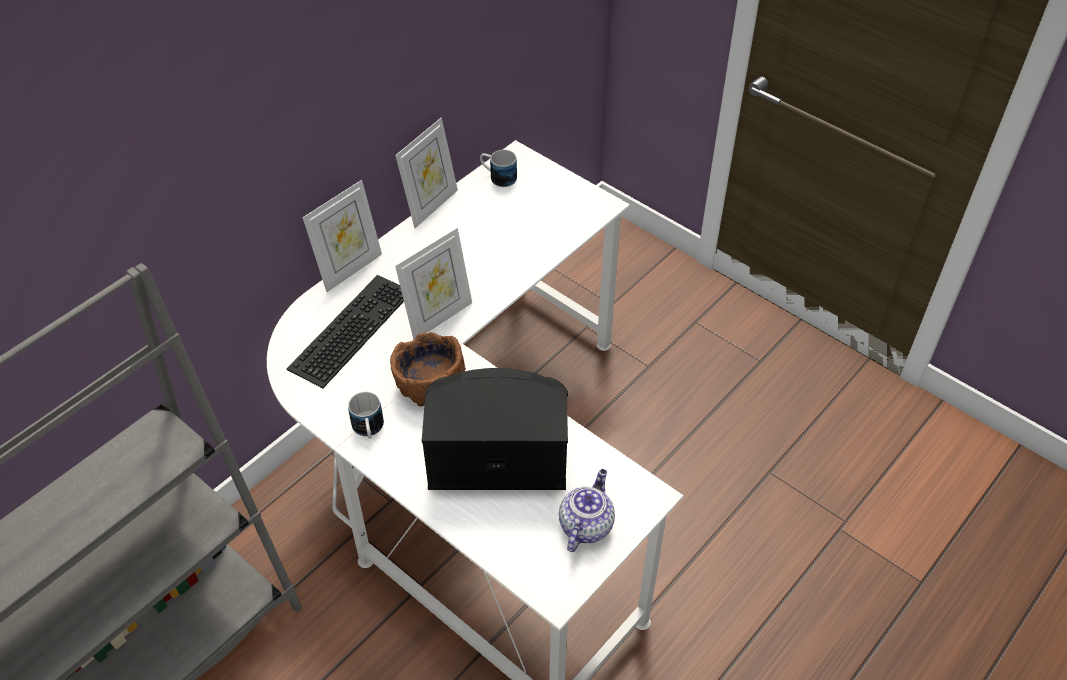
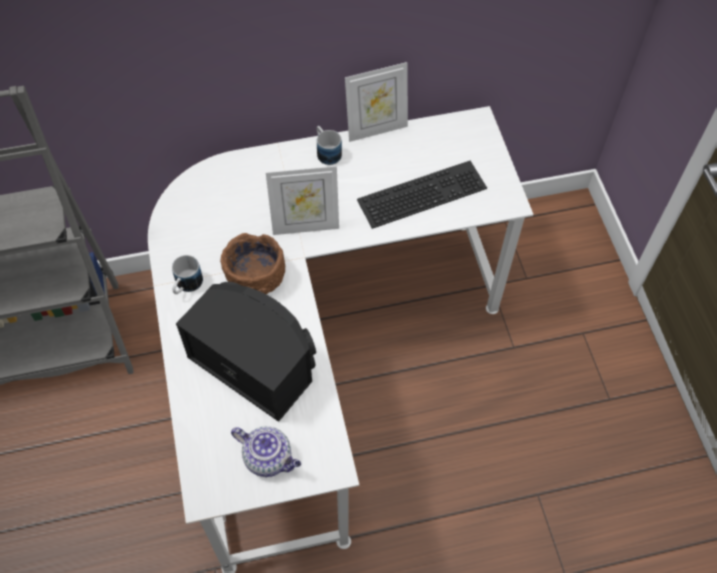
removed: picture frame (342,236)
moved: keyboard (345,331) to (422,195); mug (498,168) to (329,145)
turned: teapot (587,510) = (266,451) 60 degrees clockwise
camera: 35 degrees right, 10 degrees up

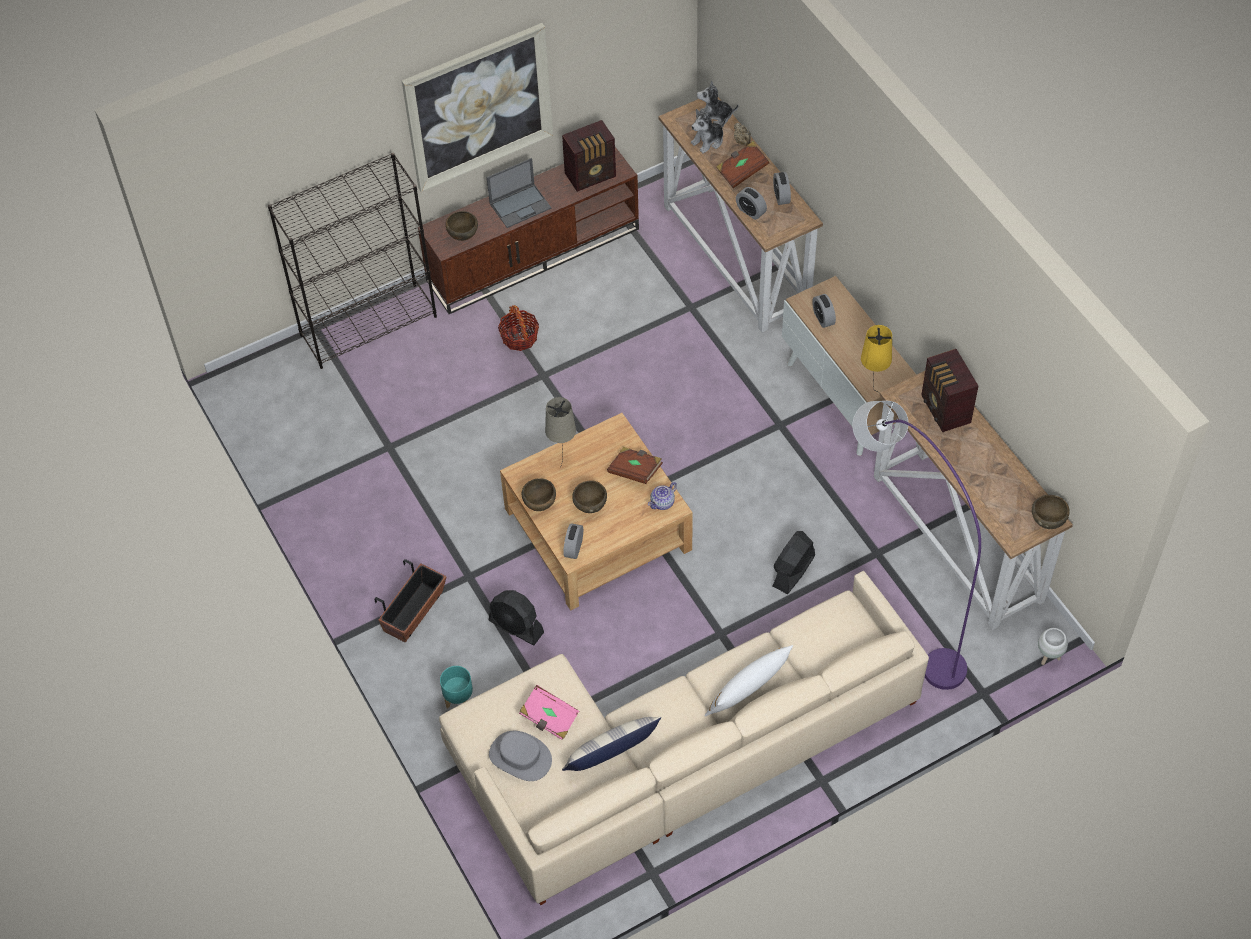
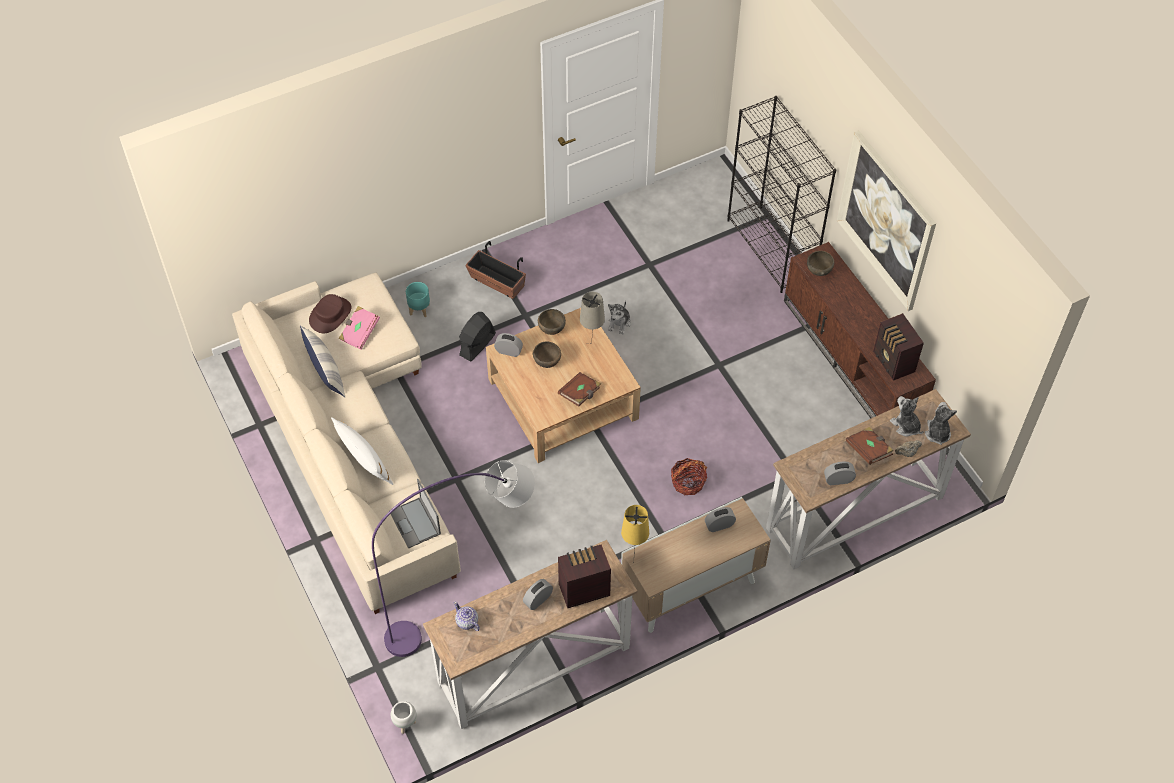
removed: black fan (793,562); brown bowl (1051,512)
added: plush toy (619,317)
moved: laptop (519,193) to (416,514); basket (518,328) to (689,476); teapot (662,496) to (467,616); alarm clock (751,203) to (538,594)
recoloured: grey hat (520,756) to brown hat (330,313)
camera: 90 degrees right, 0 degrees up

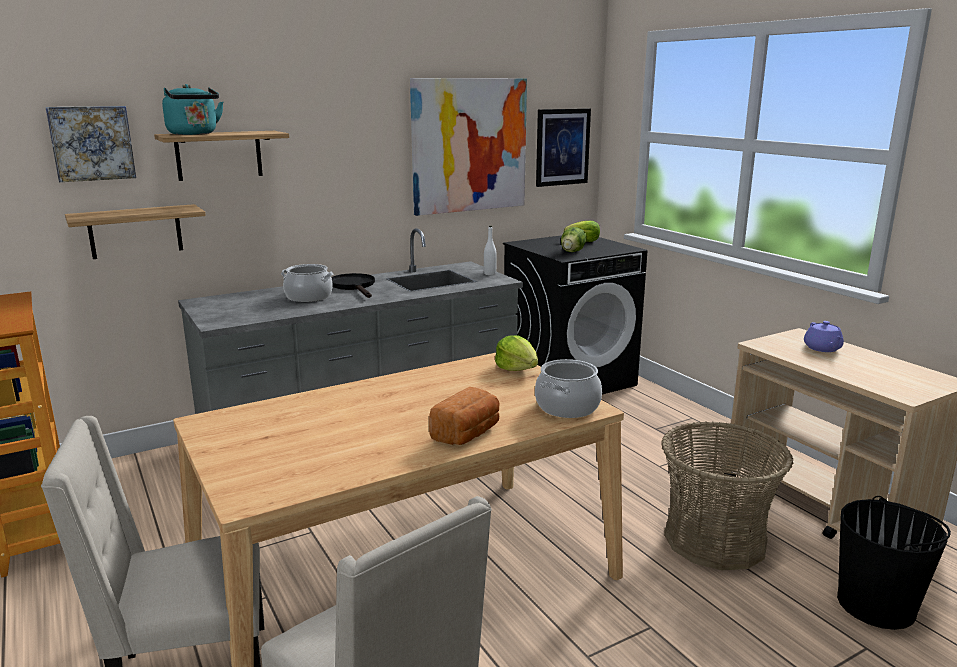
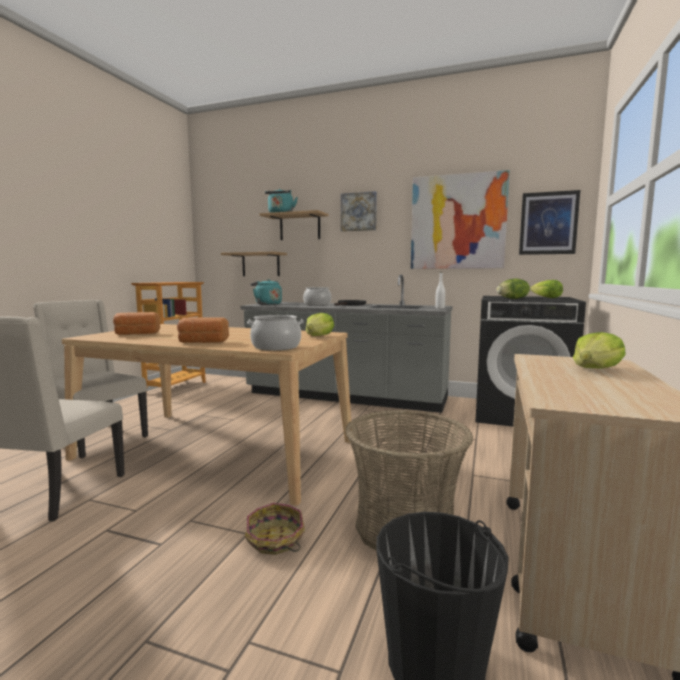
added: bread (136,323); basket (275,529); turquoise kettle (266,292)
moved: picture (91,144) to (359,211)
replaced: purple teapot (824,336) to lettuce (599,350)
camera: 50 degrees right, 10 degrees down

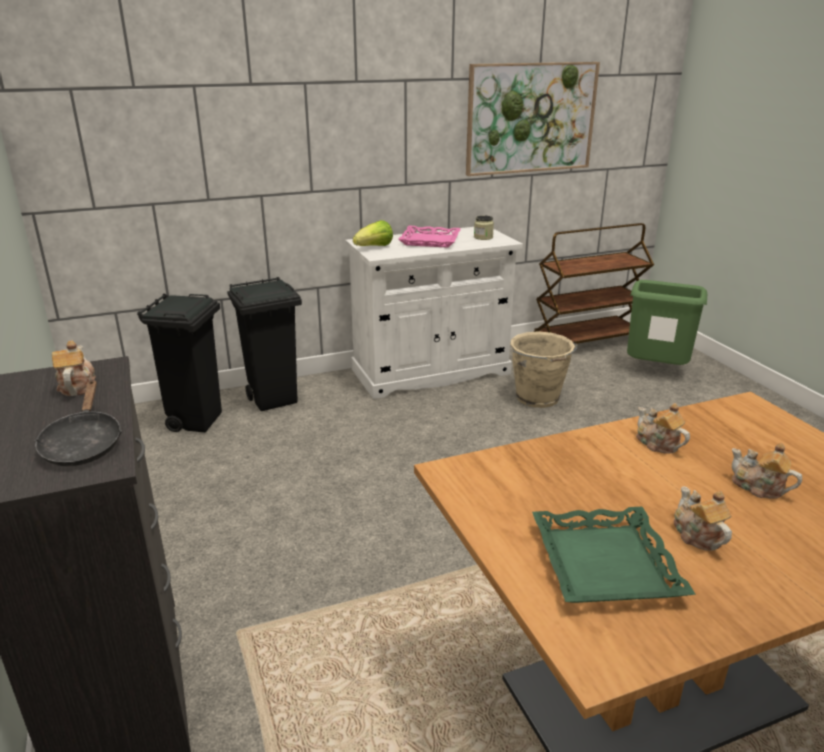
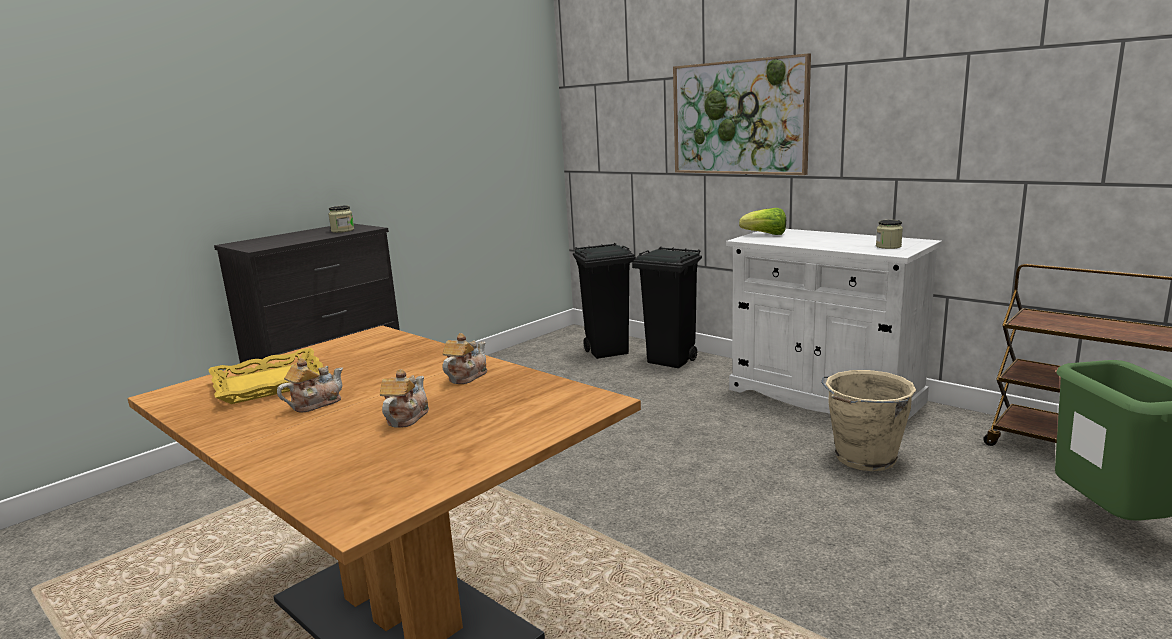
removed: black frying pan (78,423); pink tray (429,237)
moved: picture (533,119) to (742,114)
replaced: teapot (74,368) to jar (341,219)
recoloured: green tray (614,555) to yellow tray (269,376)
camera: 65 degrees right, 10 degrees down

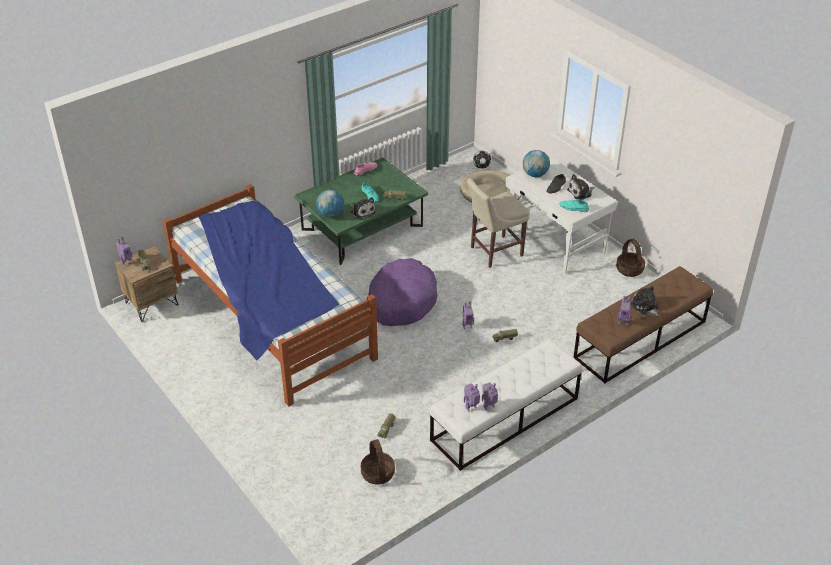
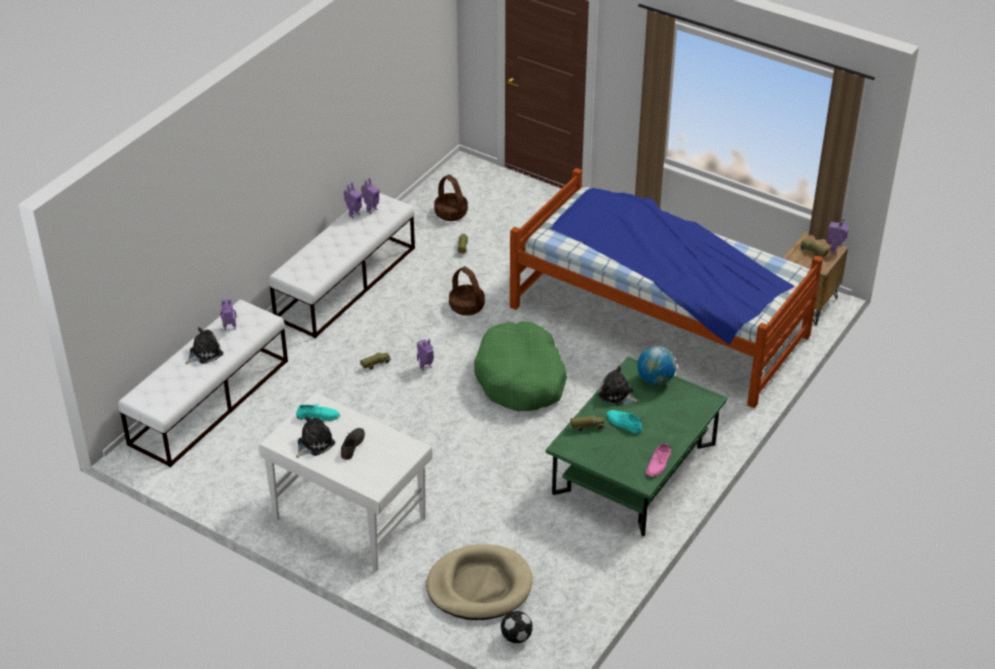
removed: beige chair (498,223); globe (536,163)
moved: basket (630,257) to (467,291)
recoloured: purple dog bed (403,292) to green dog bed (521,366); brown bench (643,324) to white bench (203,383)
turned: plush toy (645,301) = (204,346) 75 degrees counterclockwise
camera: 160 degrees right, 0 degrees up

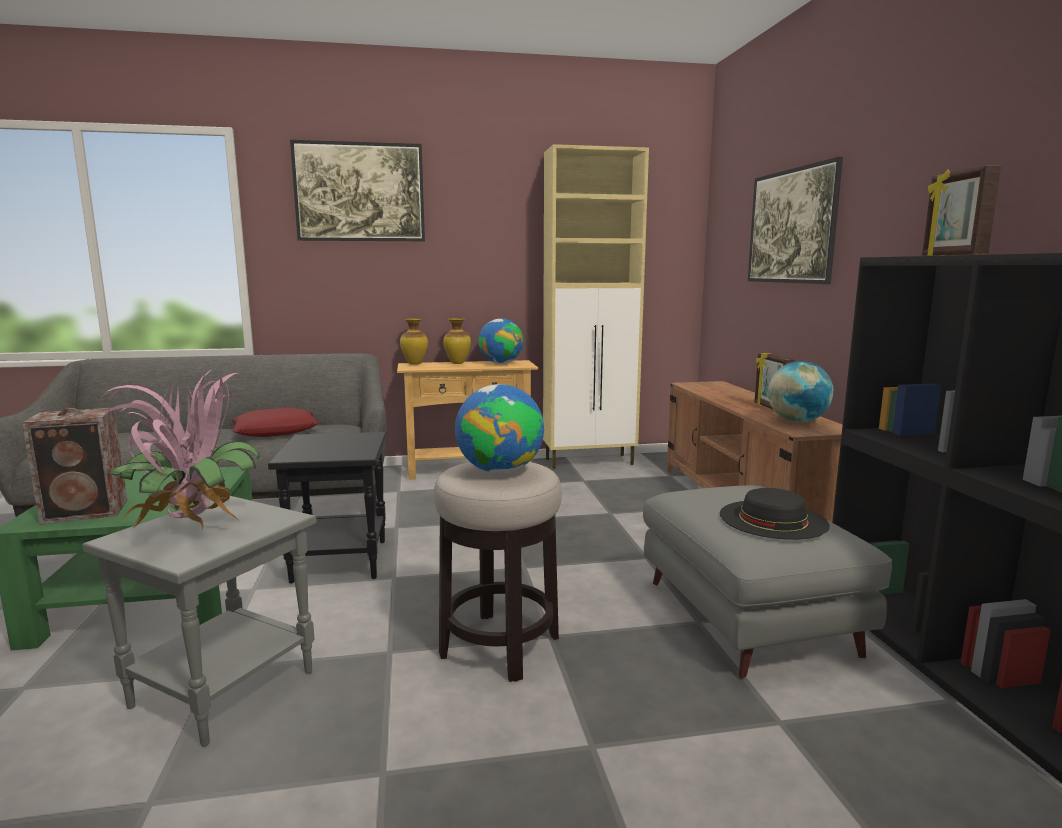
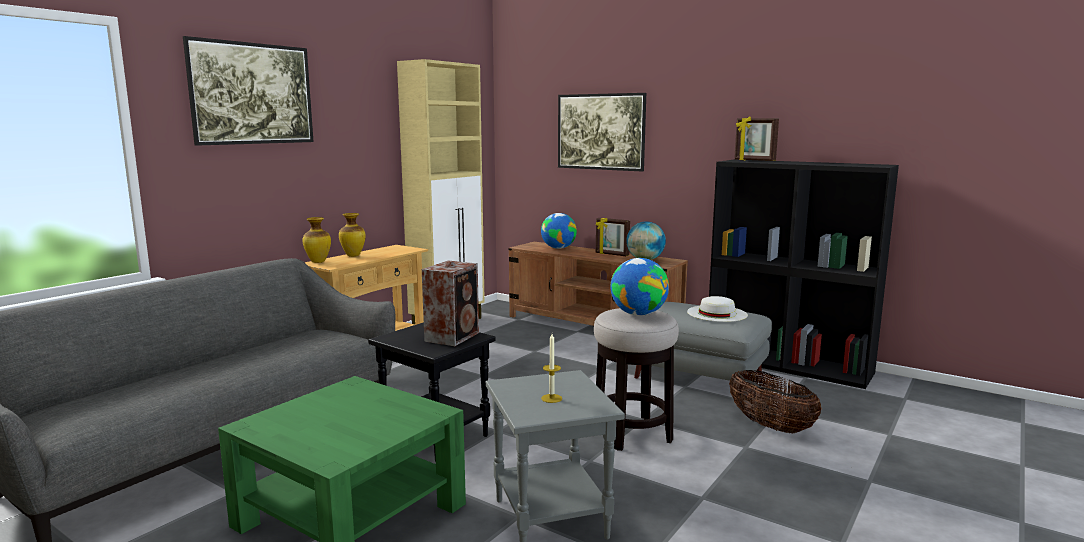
removed: red pillow (275,422)
added: basket (775,401)
moved: speaker (74,466) to (450,303); globe (501,341) to (559,231)
replaced: potted plant (180,448) to candle (551,368)
recoloured: black hat (775,514) to white hat (717,309)
camera: 45 degrees left, 0 degrees up

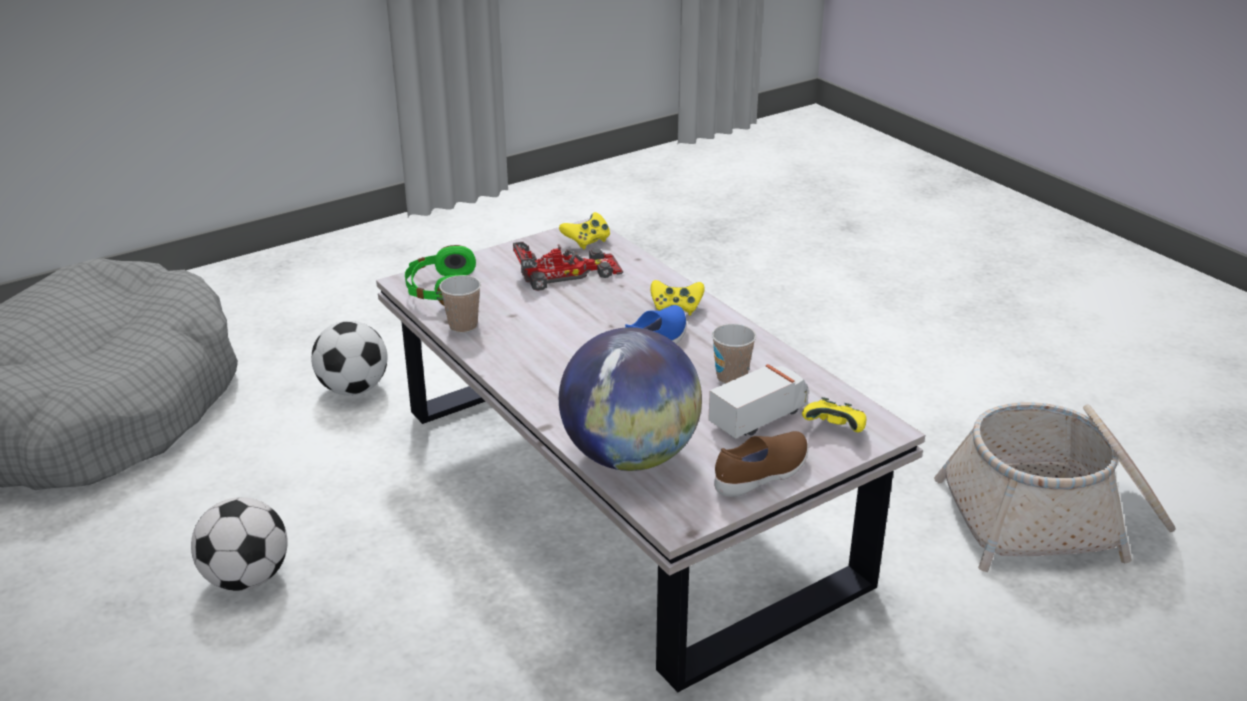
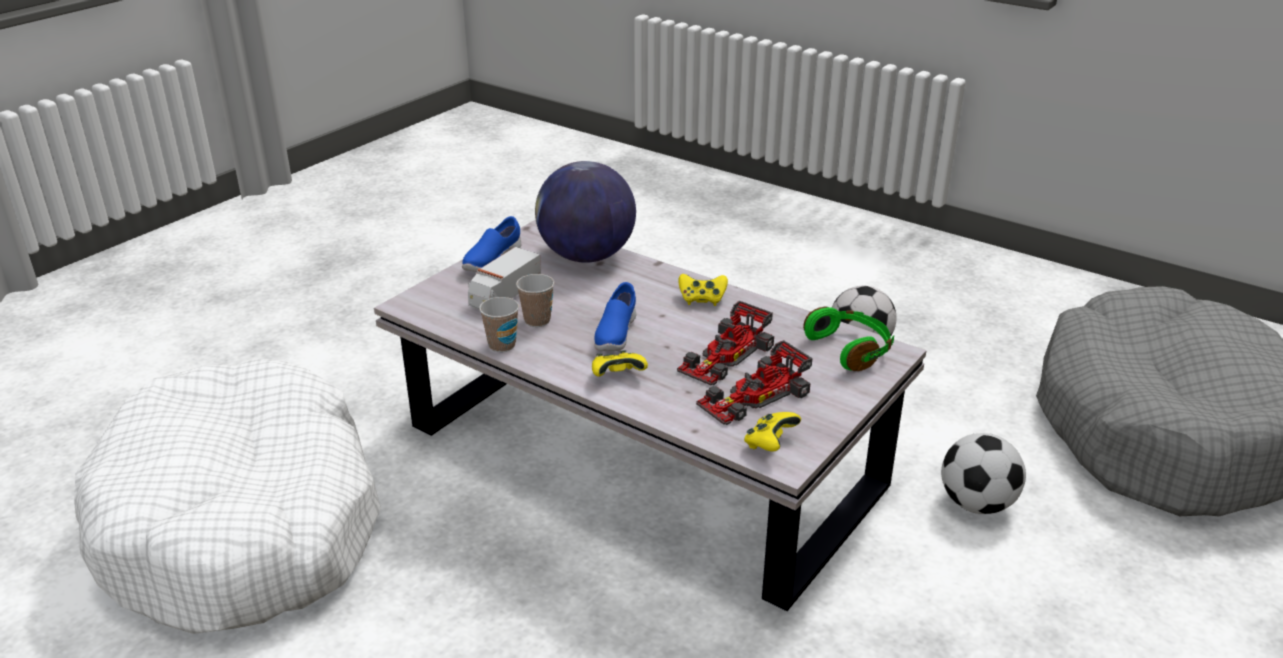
added: toy car (725,343)
moved: cup (460,304) to (499,324); yellow game controller (834,415) to (703,290)
replaced: basket (1055,487) to white dog bed (227,496)
recoloured: brown shoe (761,464) to blue shoe (491,244)
camera: 160 degrees right, 0 degrees up

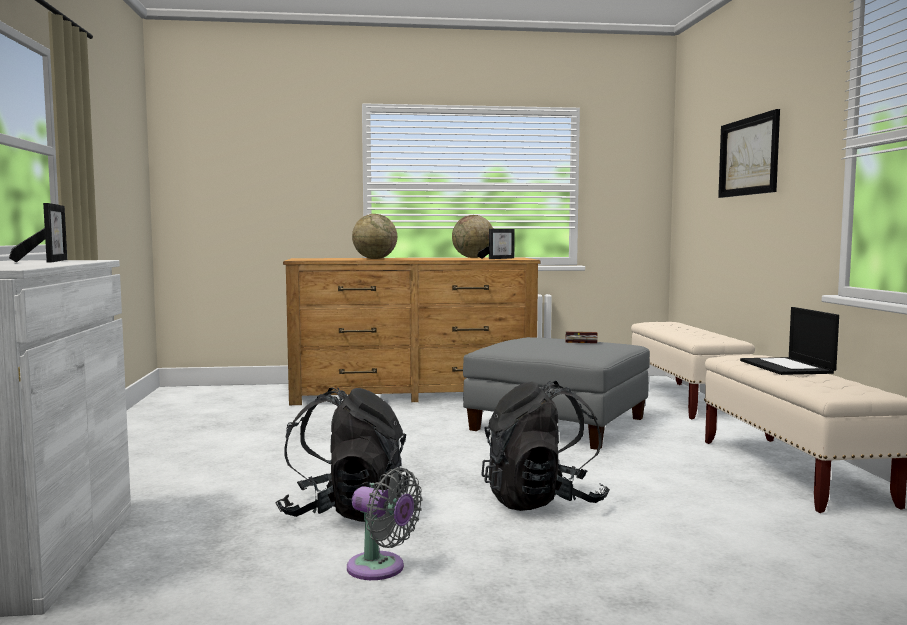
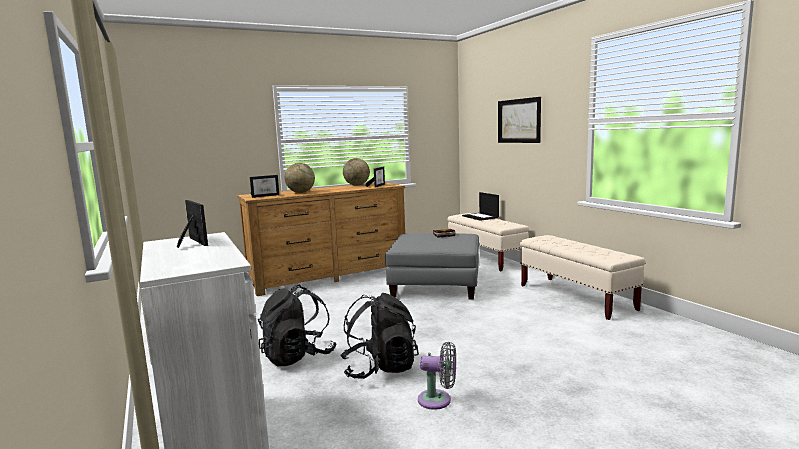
added: picture frame (264,186)
moved: black backpack (545,446) to (297,326); laptop (789,341) to (480,206)
camera: 20 degrees left, 5 degrees up

